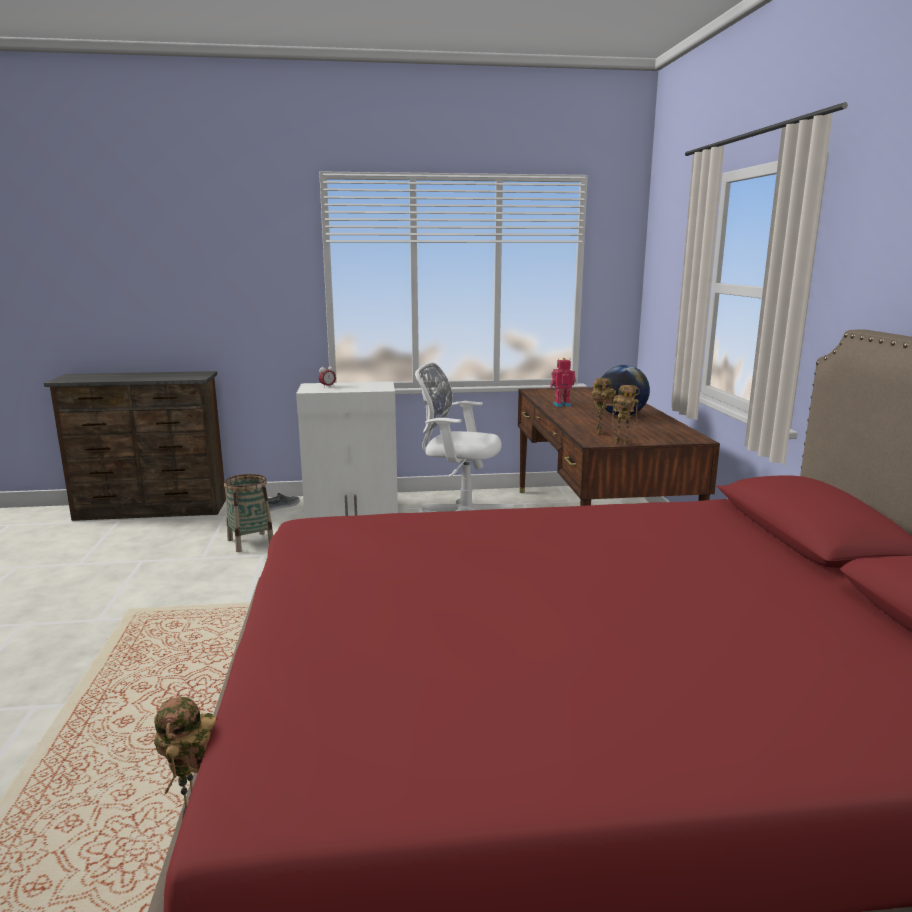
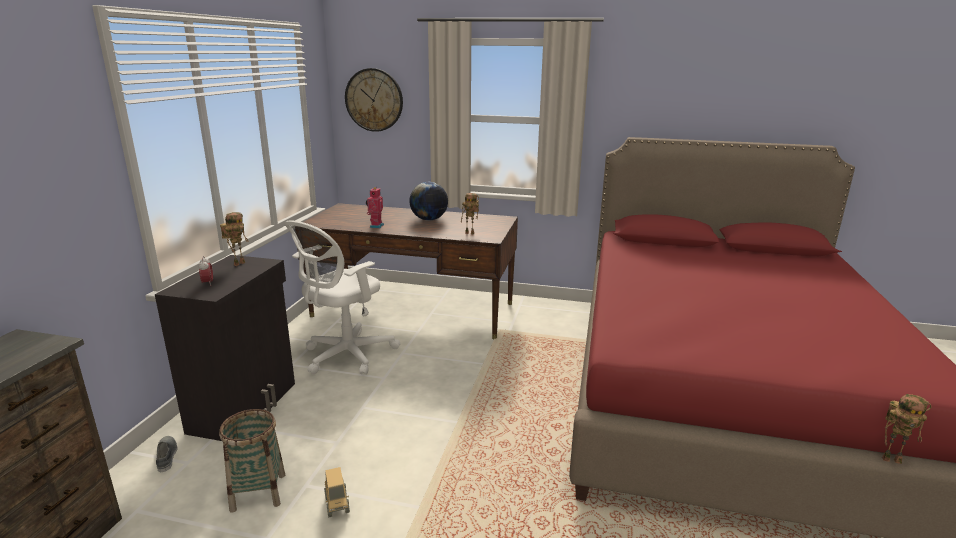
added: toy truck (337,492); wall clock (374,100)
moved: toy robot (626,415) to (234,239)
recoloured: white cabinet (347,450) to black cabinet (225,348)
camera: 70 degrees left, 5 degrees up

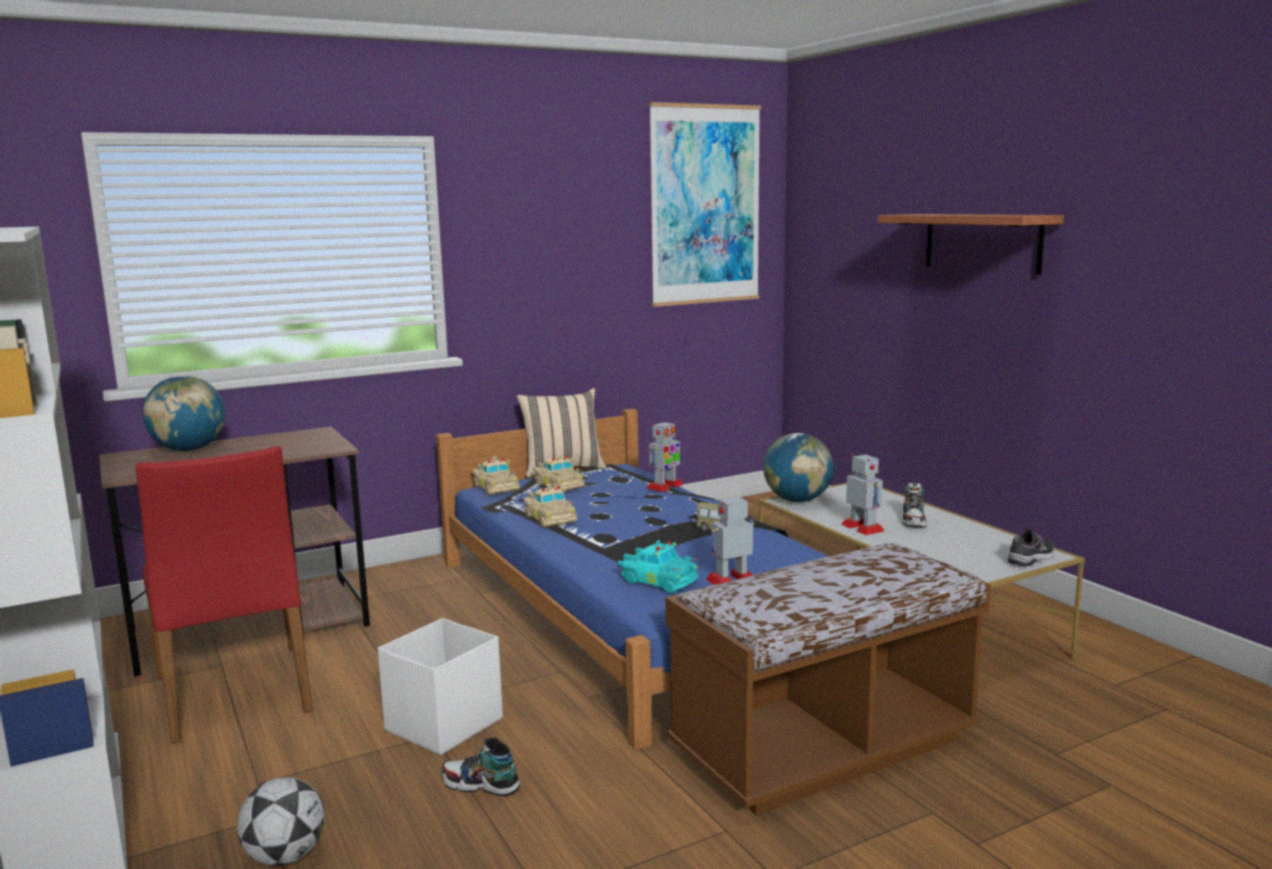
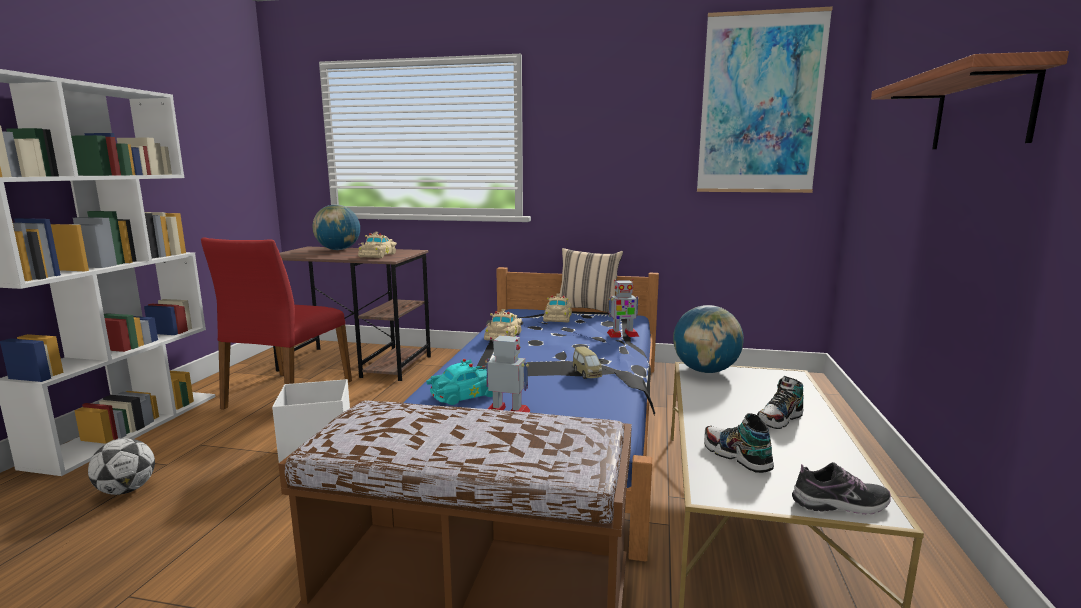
removed: toy robot (862,494)
moved: shoe (480,766) to (739,443); beige toy car (496,475) to (377,245)
turned: turquoise toy car (658,566) = (459,382) 105 degrees counterclockwise
camera: 40 degrees right, 0 degrees up

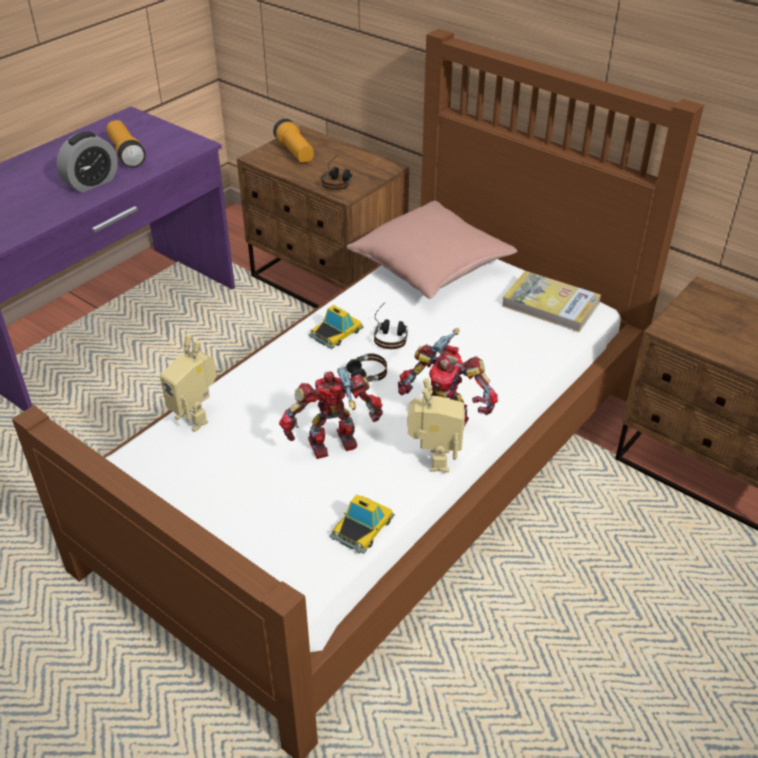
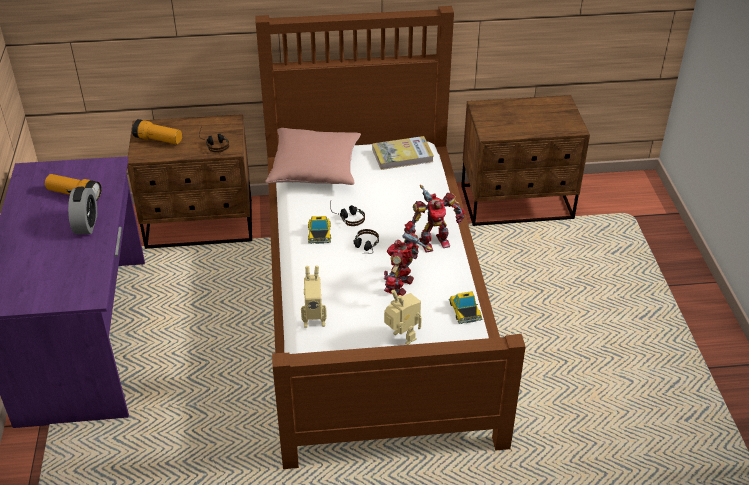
moved: toy robot (436,425) to (403,317)
camera: 45 degrees left, 0 degrees up

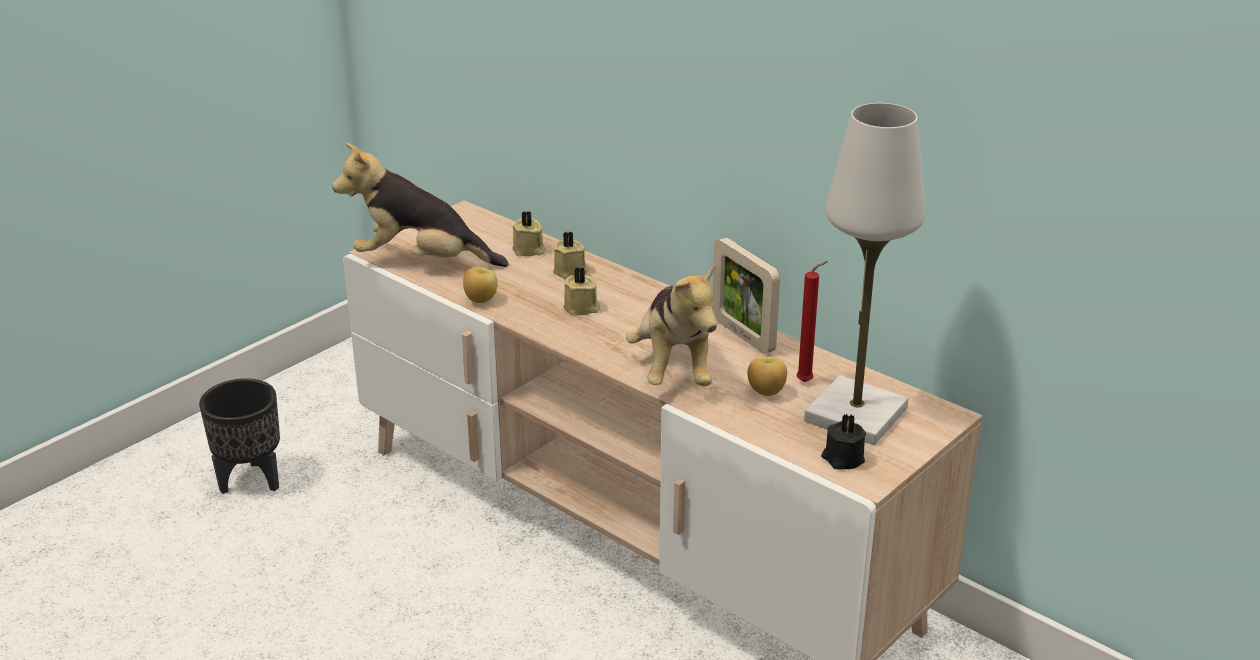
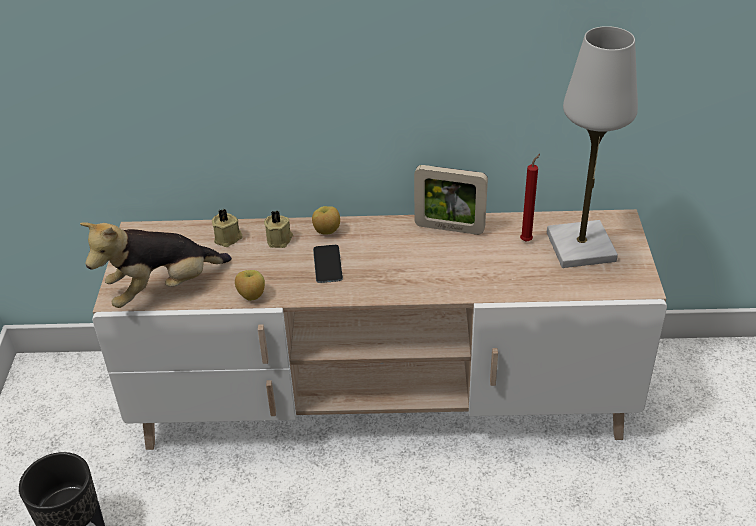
removed: plush toy (671,324); black candle (843,442)
moved: apple (767,376) to (326,220)
replaced: beige candle (581,291) to phone (328,264)
camera: 40 degrees left, 10 degrees up

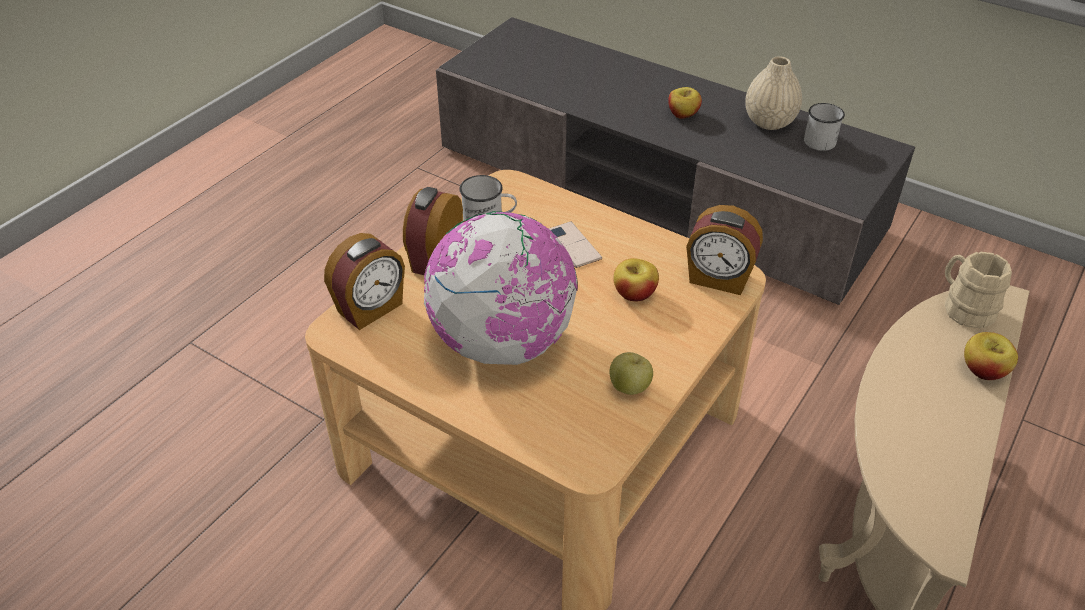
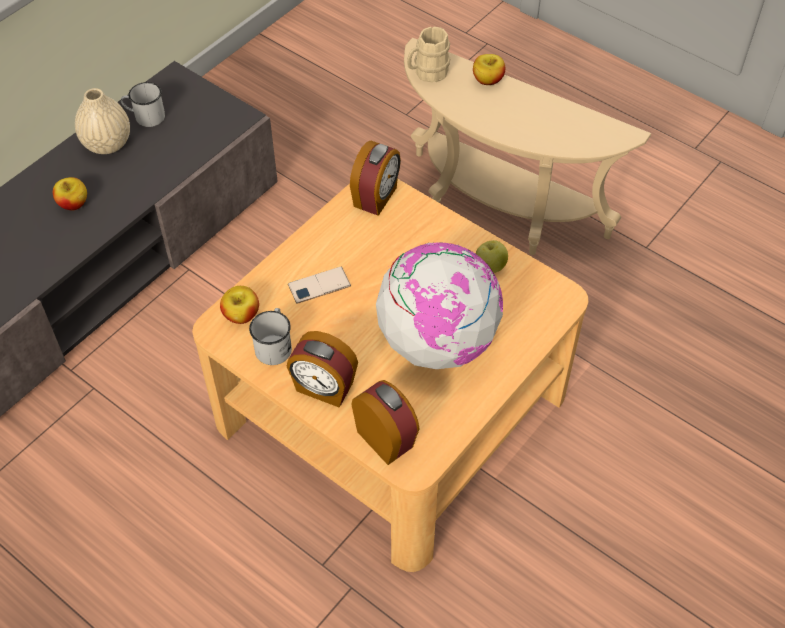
moved: apple (636,280) to (239,305)
camera: 85 degrees left, 10 degrees up

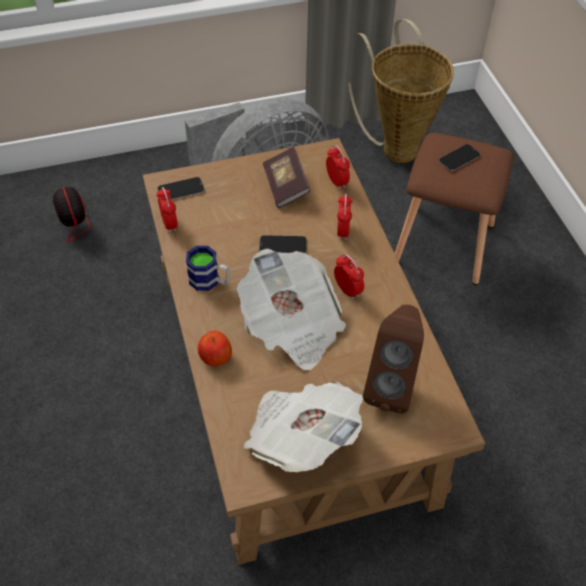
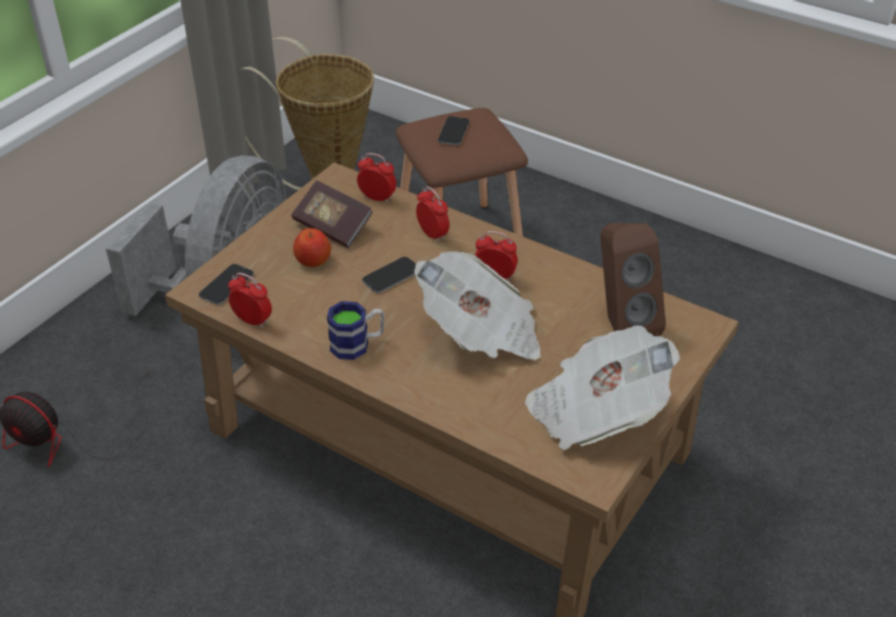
moved: apple (215,348) to (312,247)
camera: 40 degrees left, 10 degrees down

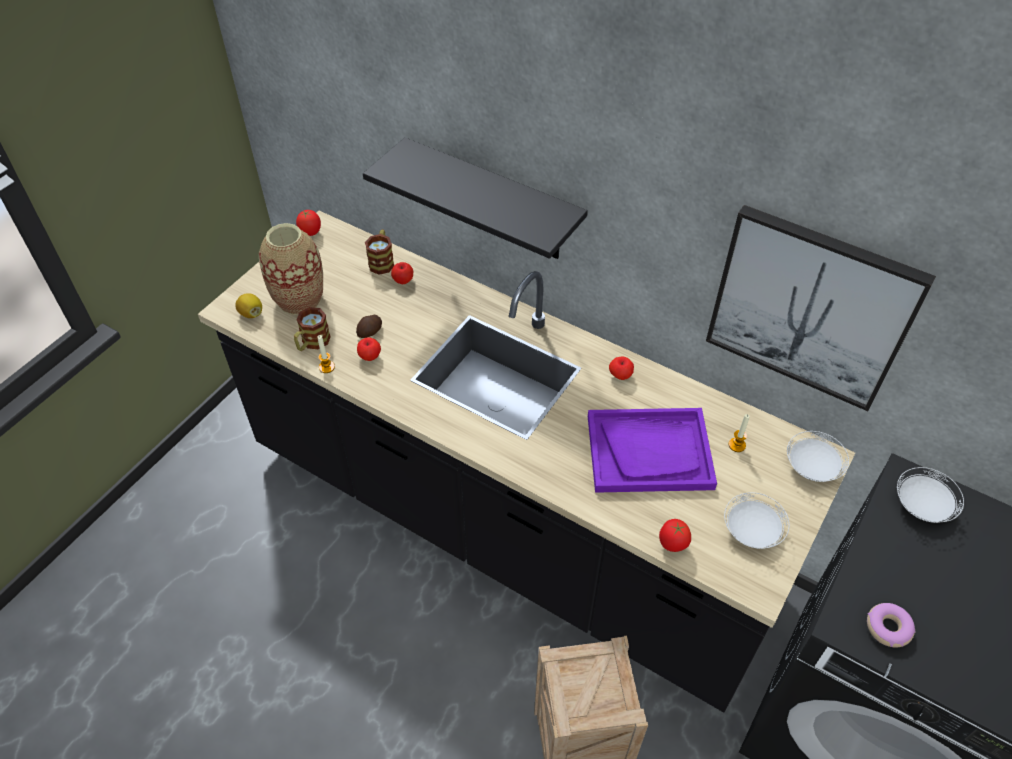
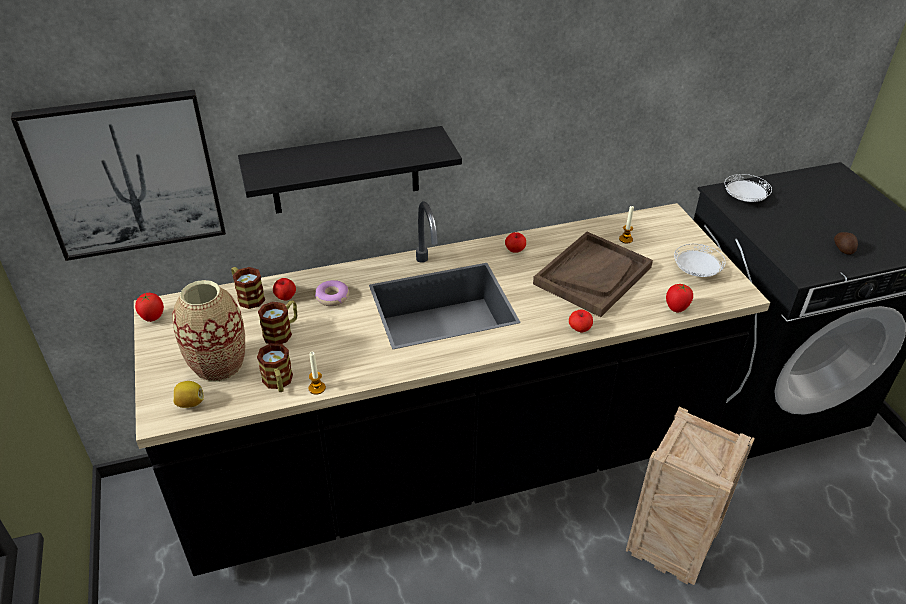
removed: white plate (818,456)
added: mug (277,322)
moved: potato (369,326) to (846,243); apple (369,349) to (581,320); picture (821,308) to (118,175); donut (891,625) to (332,293)
recoloured: purple tray (652,450) to brown tray (593,274)
camera: 50 degrees left, 10 degrees down

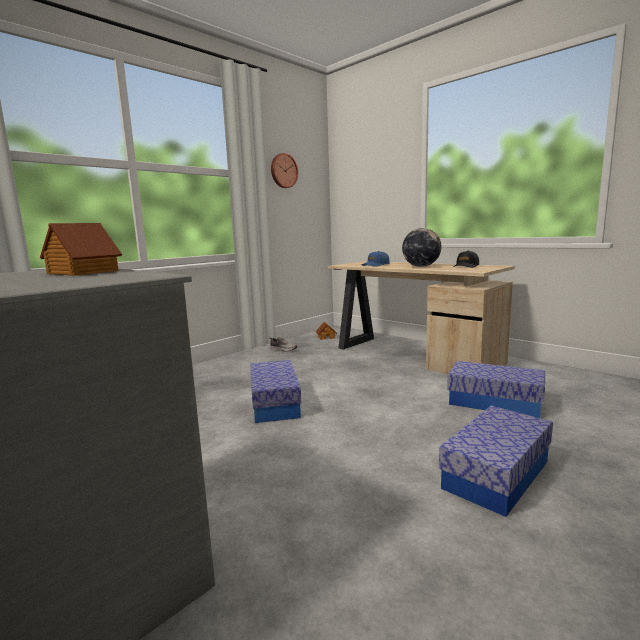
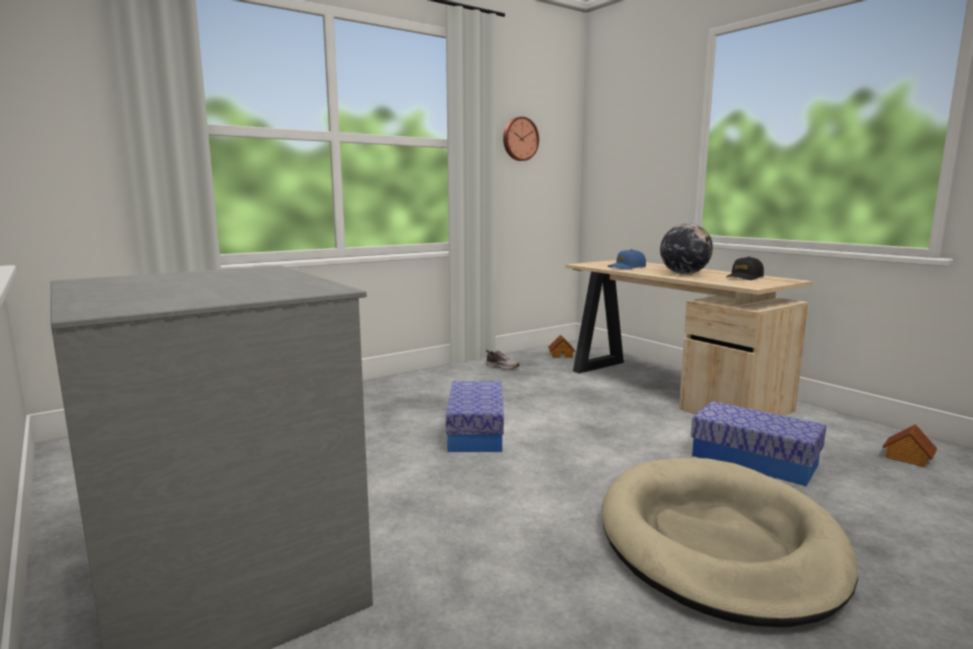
moved: toy house (81,249) to (909,445)
replaced: storage box (496,461) to beige dog bed (729,542)
camera: 10 degrees right, 0 degrees up

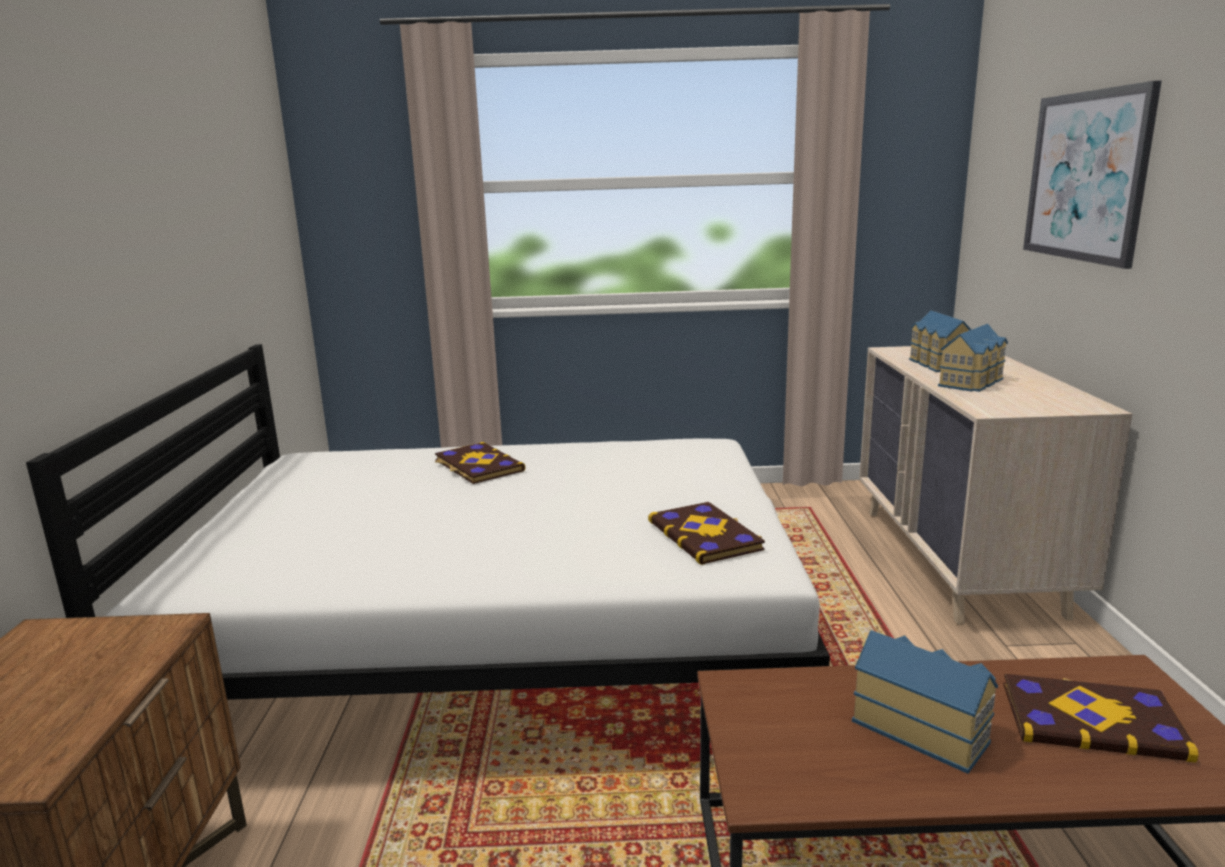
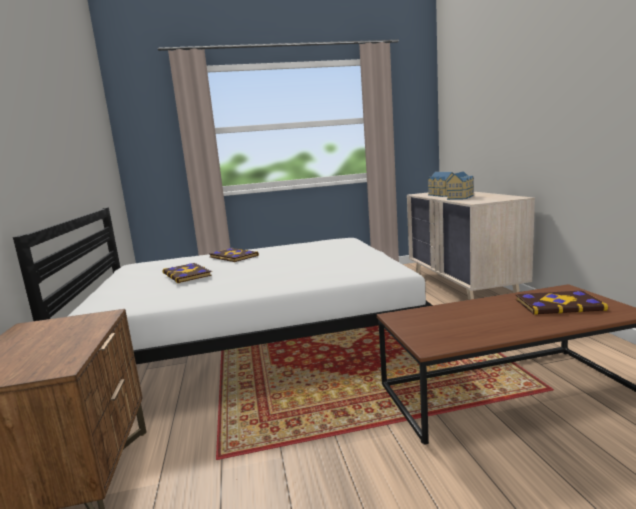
removed: toy house (925,702); picture (1092,174)
moved: book (706,533) to (187,273)
camera: 10 degrees left, 5 degrees down

